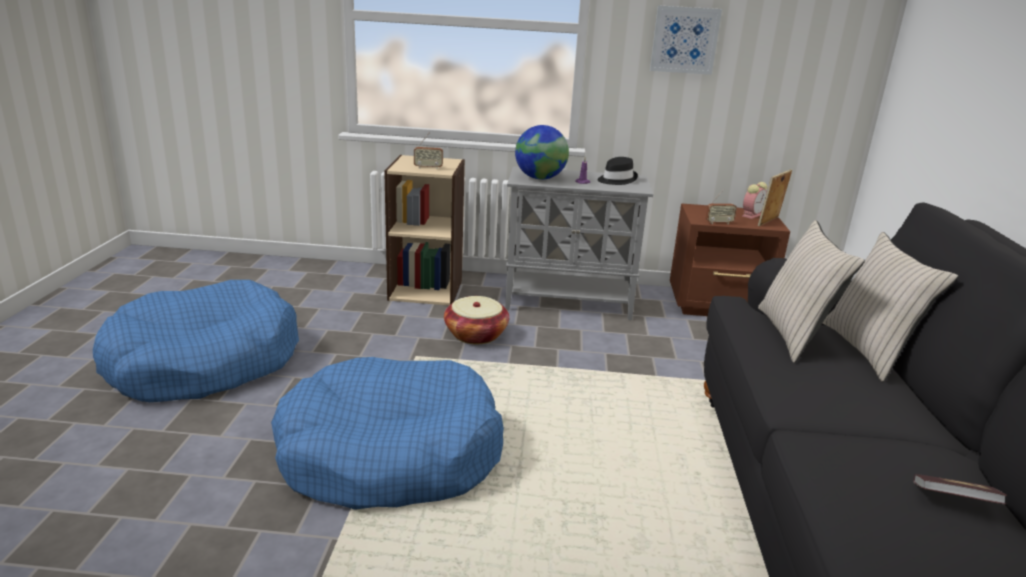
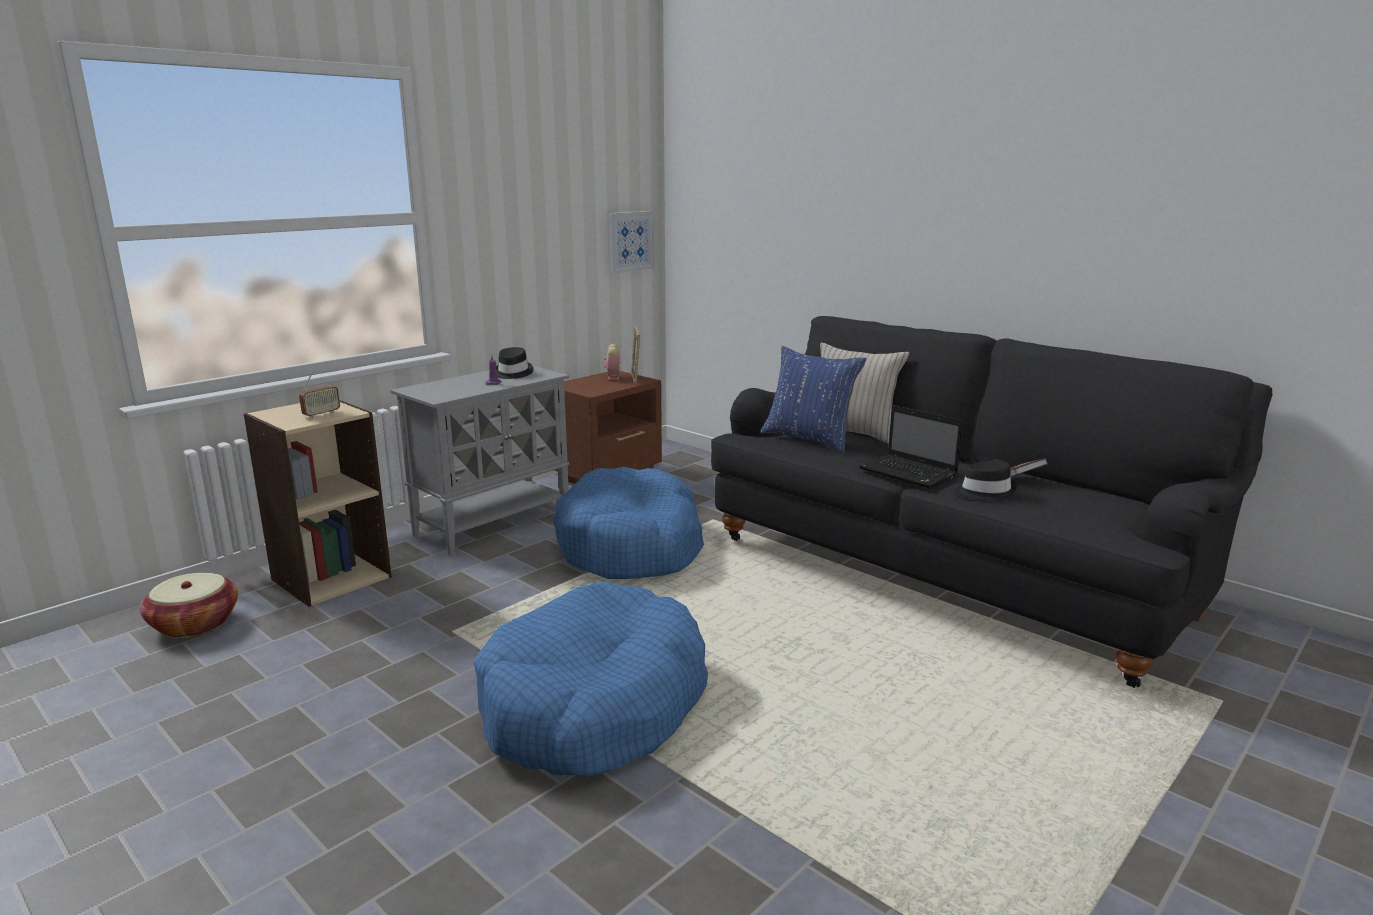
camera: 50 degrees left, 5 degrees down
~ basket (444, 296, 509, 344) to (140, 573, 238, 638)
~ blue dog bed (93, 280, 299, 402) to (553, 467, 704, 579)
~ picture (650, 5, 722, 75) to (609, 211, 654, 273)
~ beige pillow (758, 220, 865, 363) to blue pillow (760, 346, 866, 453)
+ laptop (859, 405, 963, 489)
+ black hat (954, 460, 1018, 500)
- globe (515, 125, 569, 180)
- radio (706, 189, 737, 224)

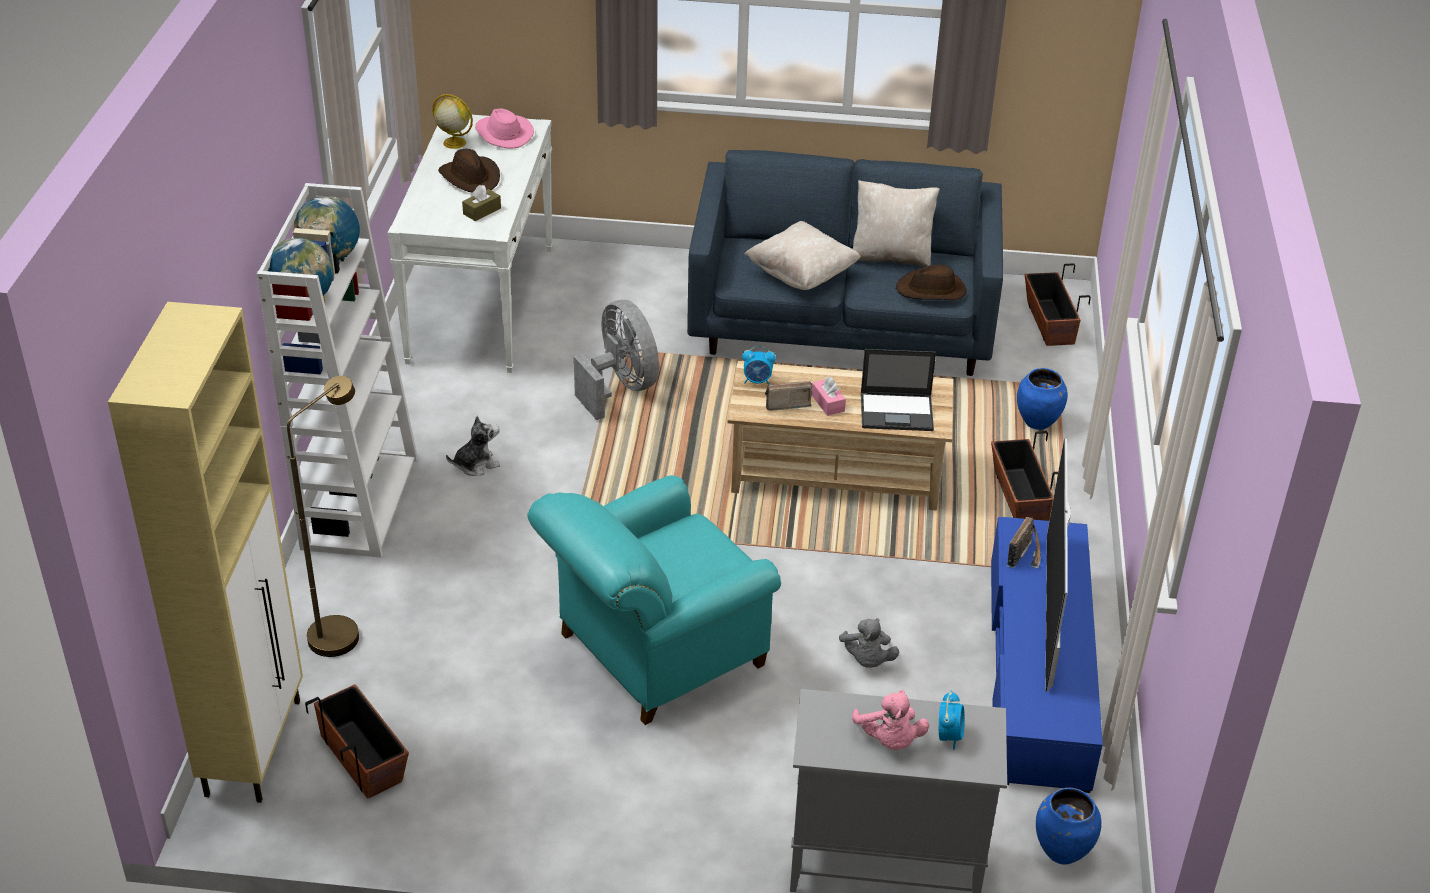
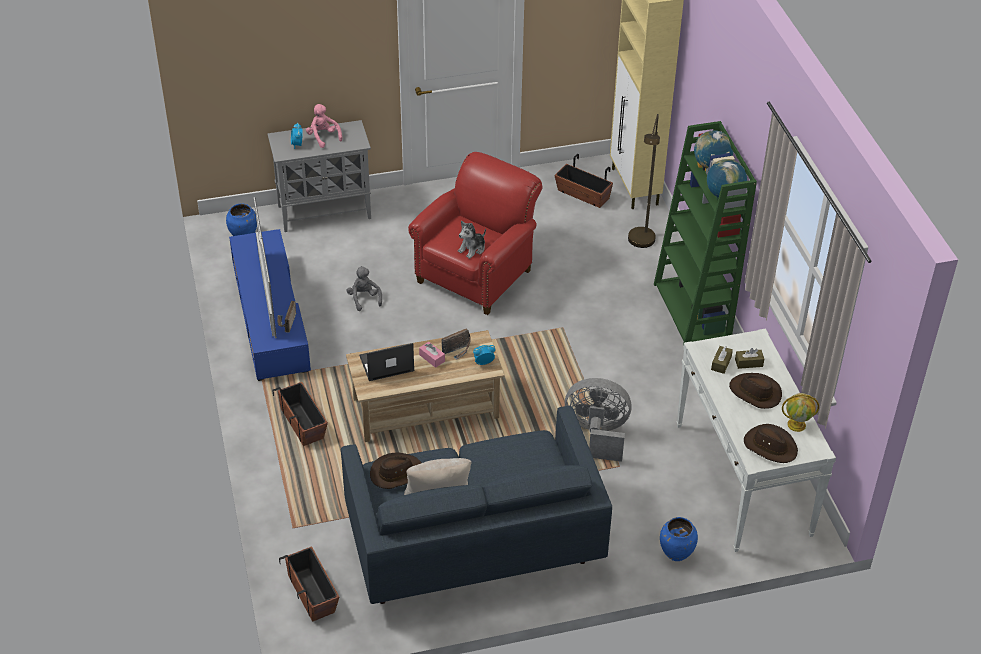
camera: 160 degrees right, 5 degrees up
~ turquoise armchair (527, 475, 781, 725) to red armchair (408, 152, 542, 315)
~ plush toy (446, 416, 500, 476) to (458, 221, 486, 259)
~ grey fan (574, 300, 659, 420) = (565, 378, 632, 462) 150 degrees clockwise
~ white bookcase (257, 183, 418, 558) to green bookcase (654, 121, 757, 346)
~ blue vase (1017, 368, 1068, 430) to (660, 517, 698, 561)
+ brown tissue box (735, 348, 764, 369)
~ pink hat (475, 108, 534, 149) to brown hat (744, 424, 798, 463)
- beige pillow (744, 221, 861, 290)

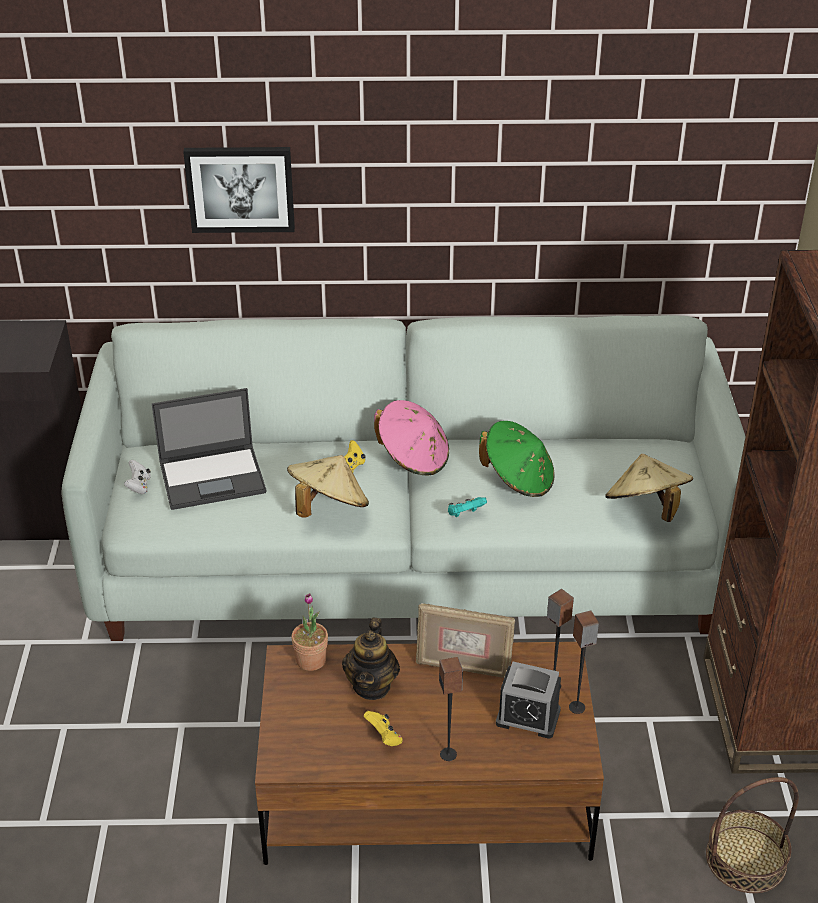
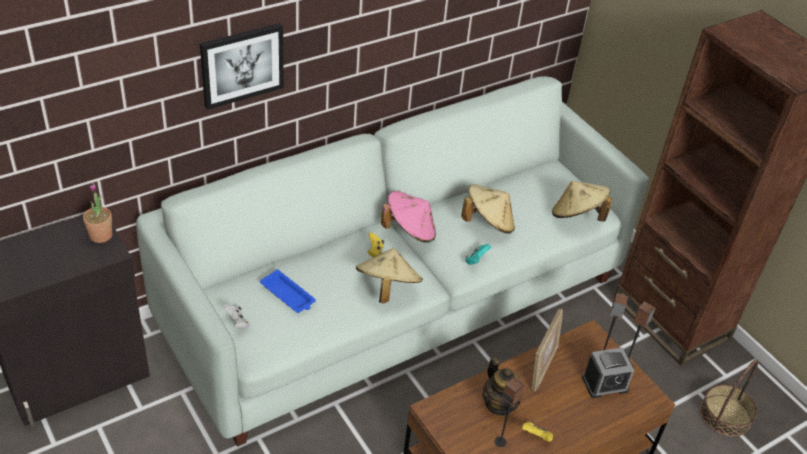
camera: 35 degrees left, 5 degrees up
~ potted plant (291, 593, 328, 671) to (83, 182, 112, 243)
~ laptop (152, 388, 267, 510) to blue tray (260, 269, 316, 313)
~ green hat (479, 421, 555, 497) to beige hat (461, 184, 515, 234)
~ speaker (439, 657, 463, 761) to (495, 377, 525, 447)
~ picture frame (416, 603, 515, 678) = (532, 308, 563, 392) 45 degrees counterclockwise

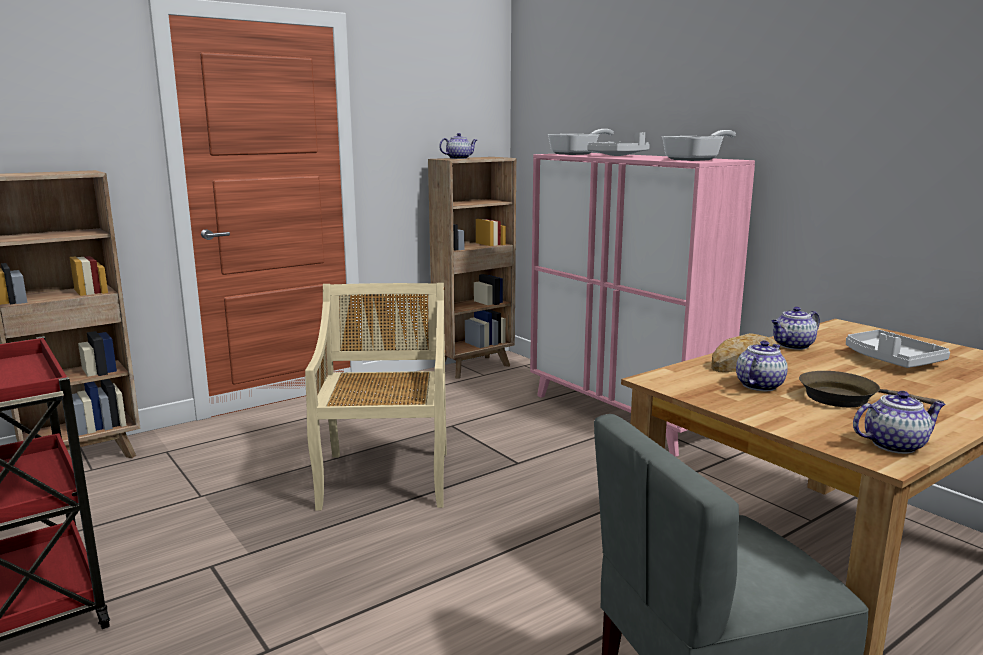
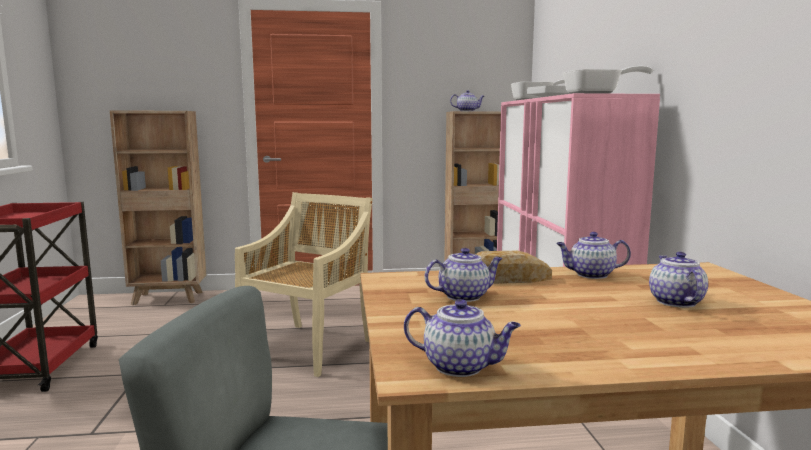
camera: 30 degrees right, 5 degrees down
~ grey tray (846, 330, 950, 368) to teapot (649, 252, 708, 308)
- brown frying pan (799, 371, 944, 407)

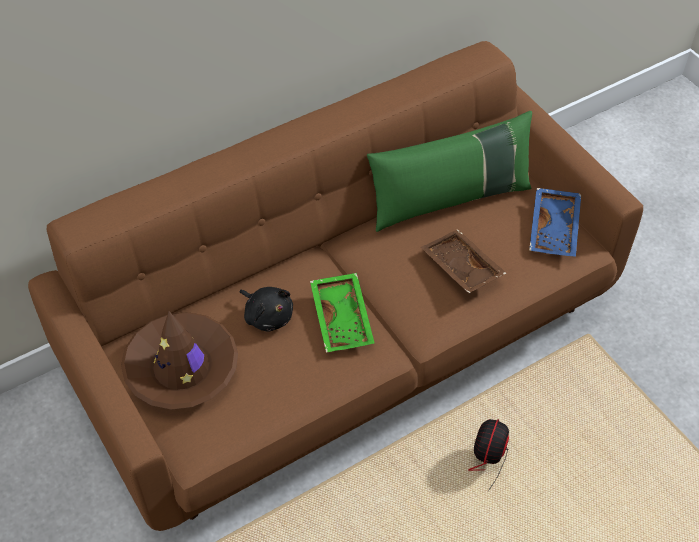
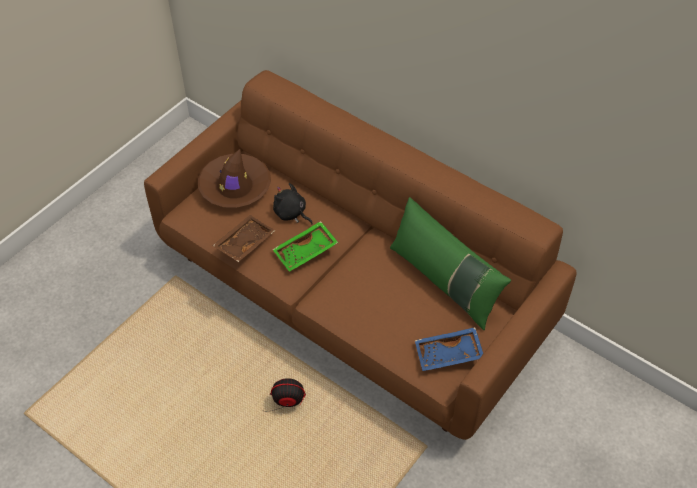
camera: 70 degrees right, 0 degrees up
~ brown tray (421, 229, 506, 293) to (212, 215, 275, 262)
~ black plush toy (240, 287, 293, 332) = (273, 183, 313, 224) 105 degrees clockwise

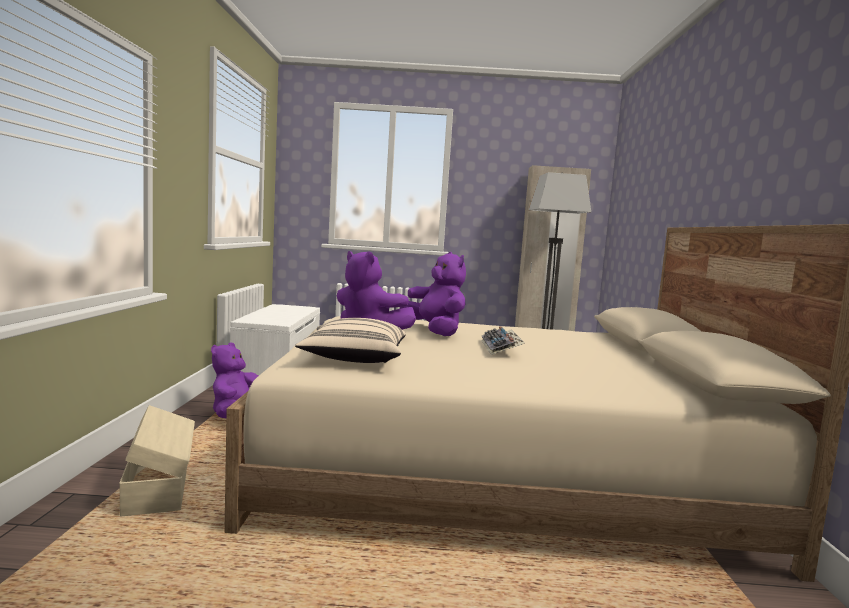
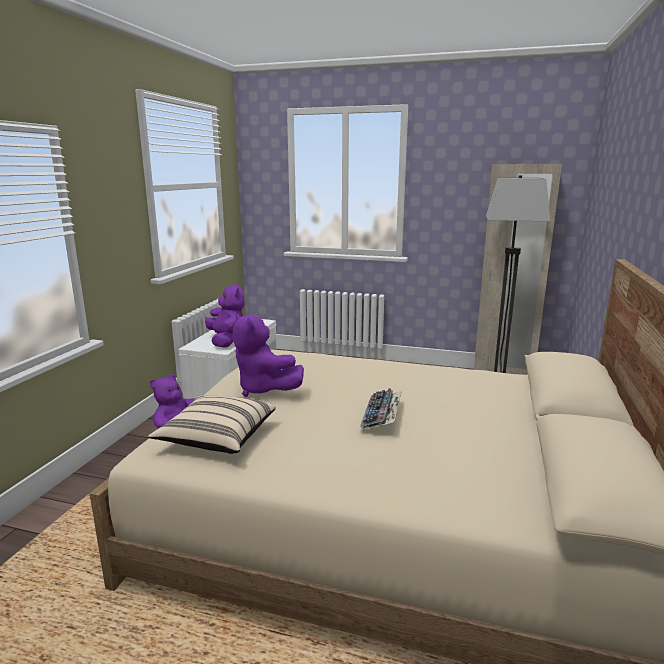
camera: 15 degrees right, 10 degrees up
~ purple plush toy (400, 252, 466, 336) to (205, 283, 245, 347)
- beige storage box (120, 405, 195, 516)

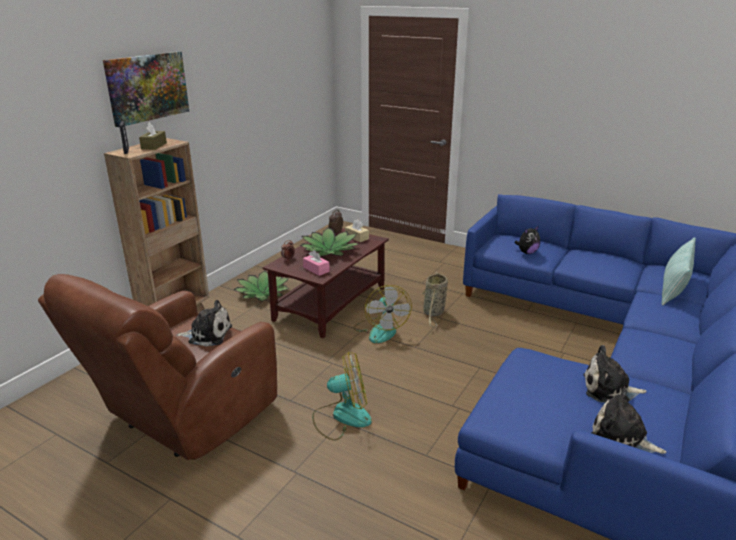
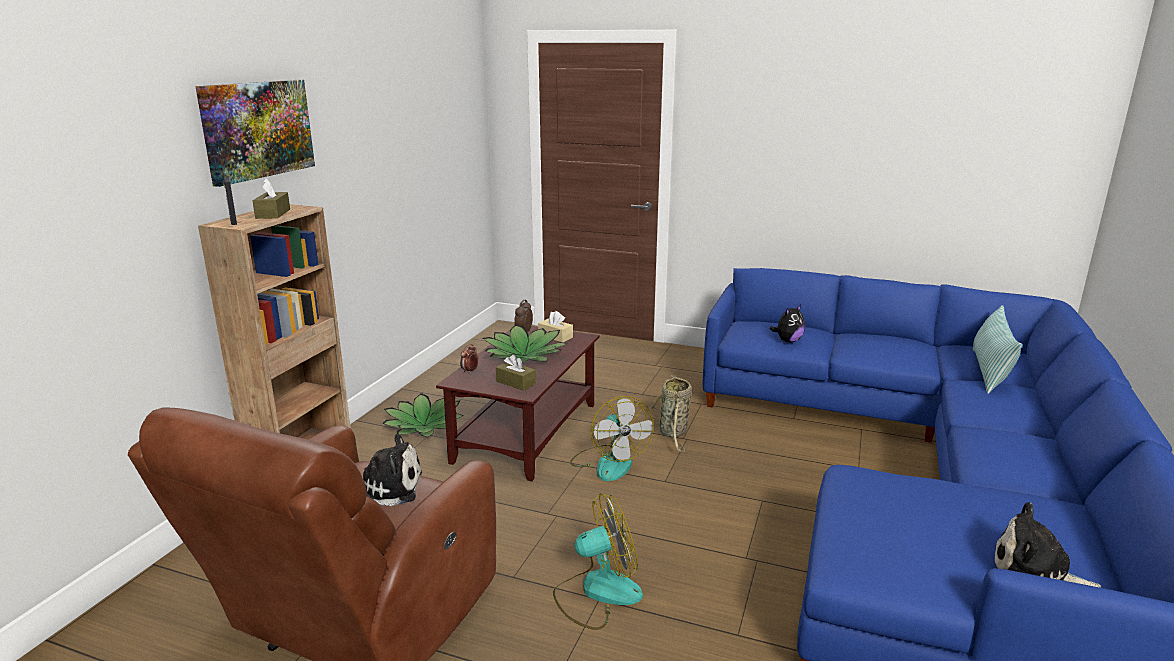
camera: 10 degrees left, 5 degrees down
~ pink tissue box (303, 250, 330, 276) to brown tissue box (496, 354, 536, 391)
- plush toy (583, 345, 647, 403)

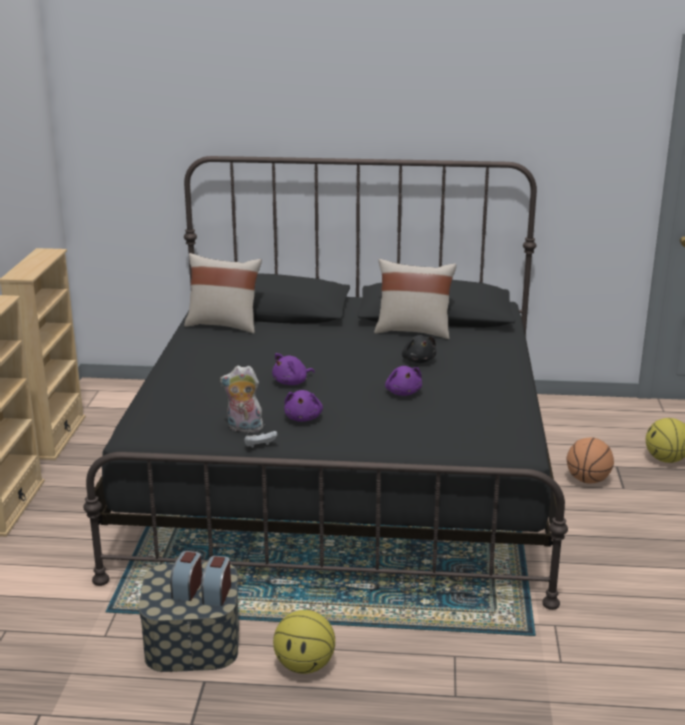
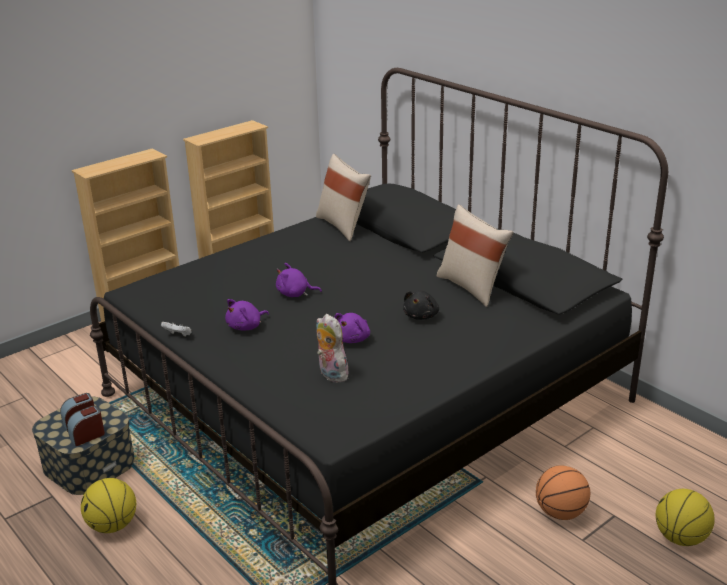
camera: 45 degrees right, 5 degrees up
~ plush toy (220, 366, 263, 433) to (316, 314, 349, 383)

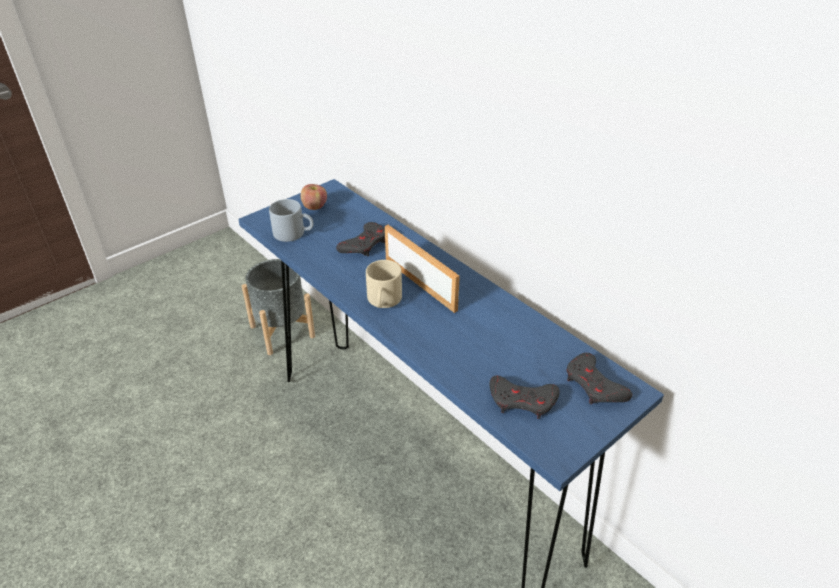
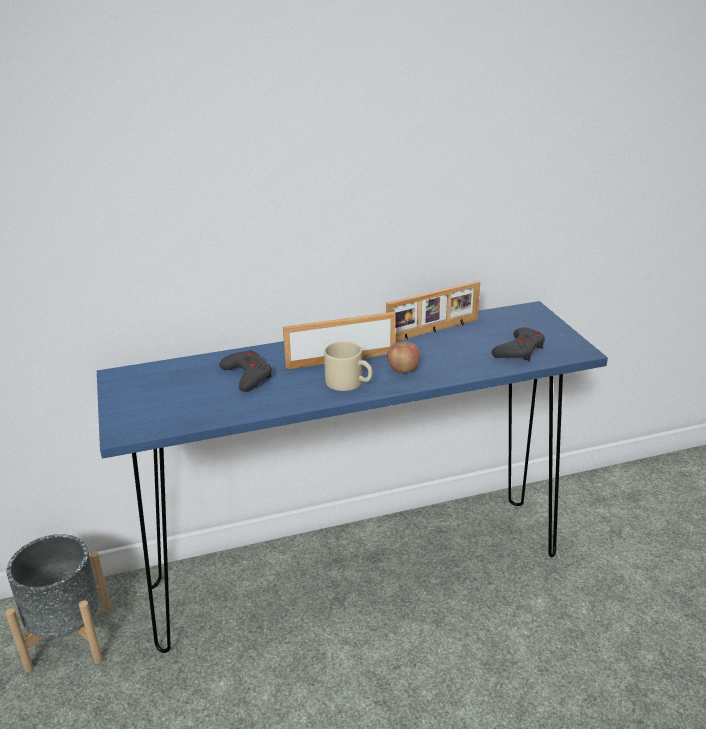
camera: 65 degrees left, 10 degrees down
+ picture frame (386, 281, 480, 342)
~ apple (300, 184, 327, 210) to (387, 341, 420, 373)
- grey mug (269, 199, 313, 242)
- grey game controller (567, 353, 632, 404)

